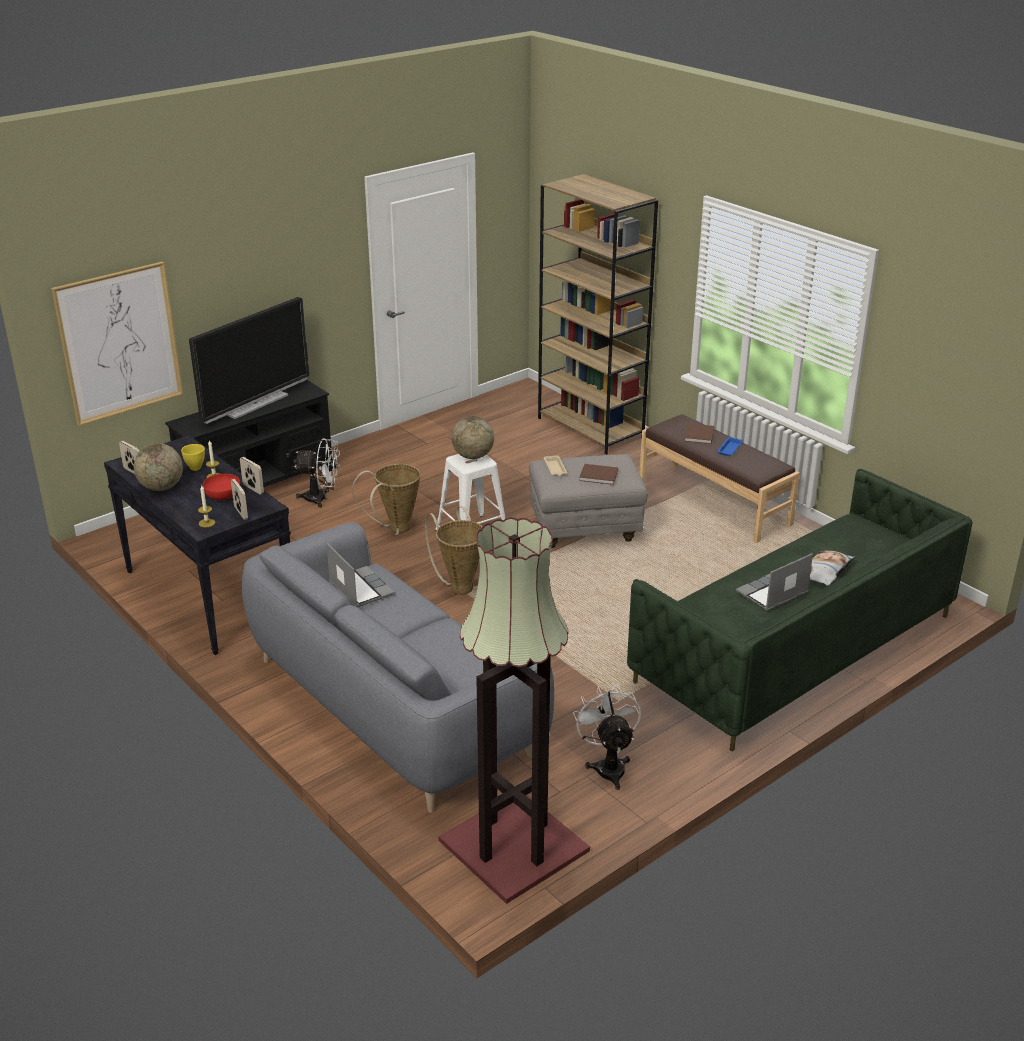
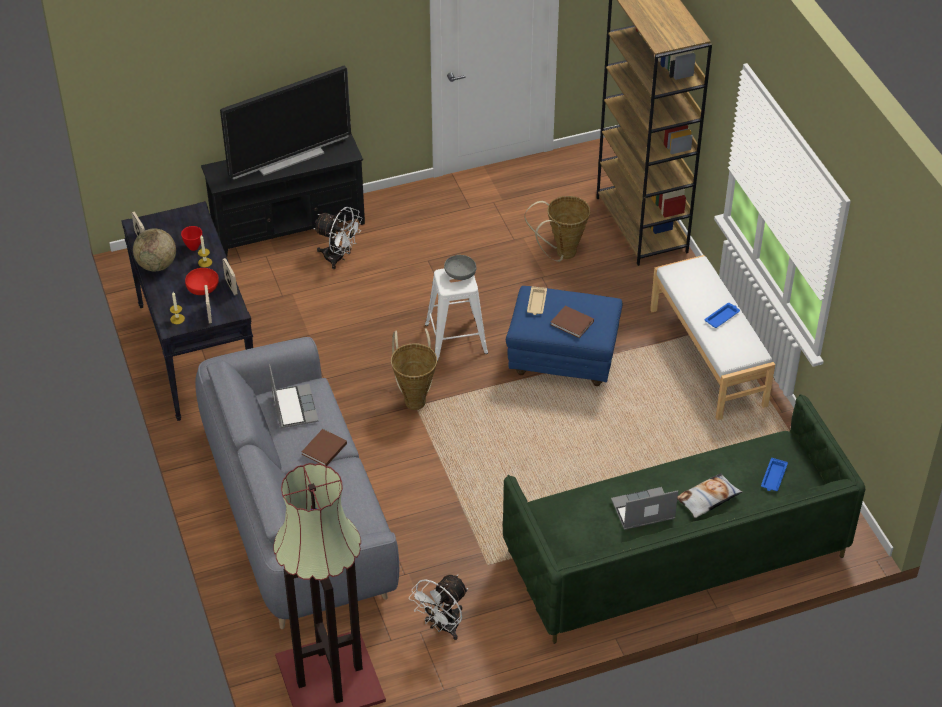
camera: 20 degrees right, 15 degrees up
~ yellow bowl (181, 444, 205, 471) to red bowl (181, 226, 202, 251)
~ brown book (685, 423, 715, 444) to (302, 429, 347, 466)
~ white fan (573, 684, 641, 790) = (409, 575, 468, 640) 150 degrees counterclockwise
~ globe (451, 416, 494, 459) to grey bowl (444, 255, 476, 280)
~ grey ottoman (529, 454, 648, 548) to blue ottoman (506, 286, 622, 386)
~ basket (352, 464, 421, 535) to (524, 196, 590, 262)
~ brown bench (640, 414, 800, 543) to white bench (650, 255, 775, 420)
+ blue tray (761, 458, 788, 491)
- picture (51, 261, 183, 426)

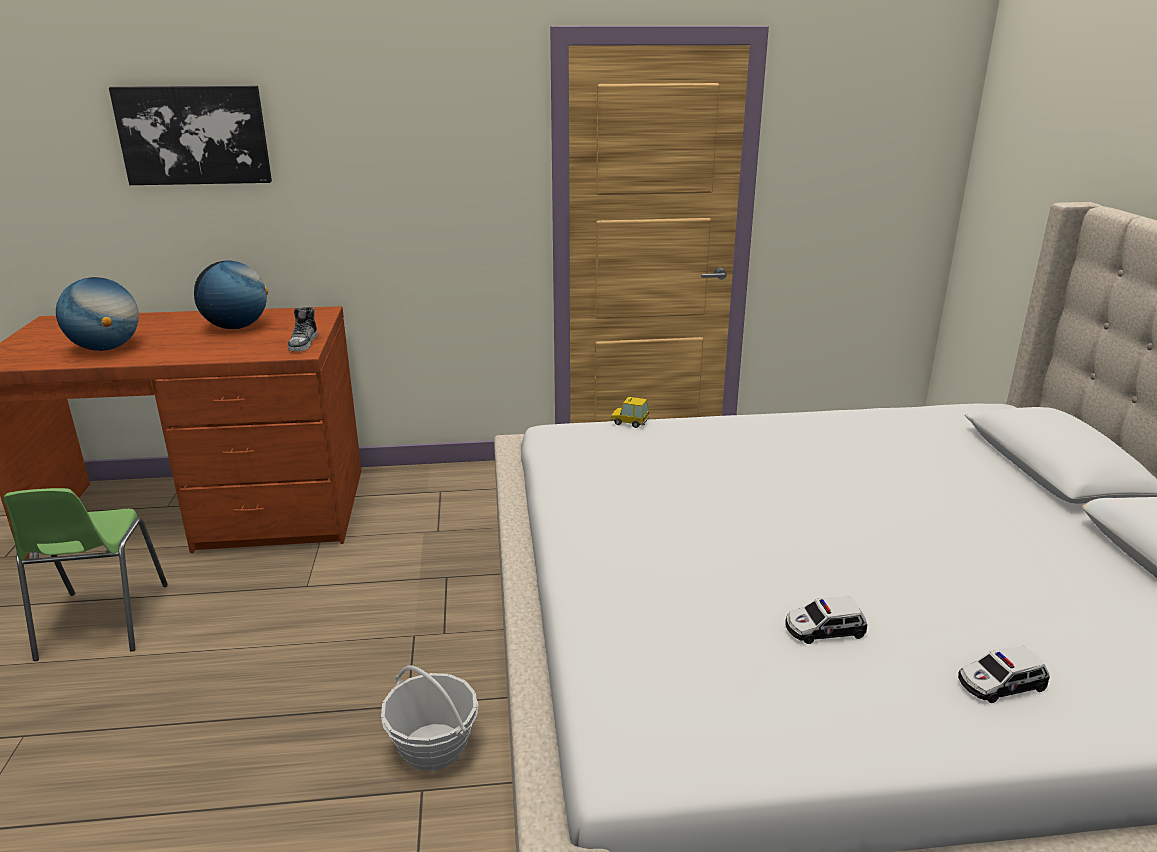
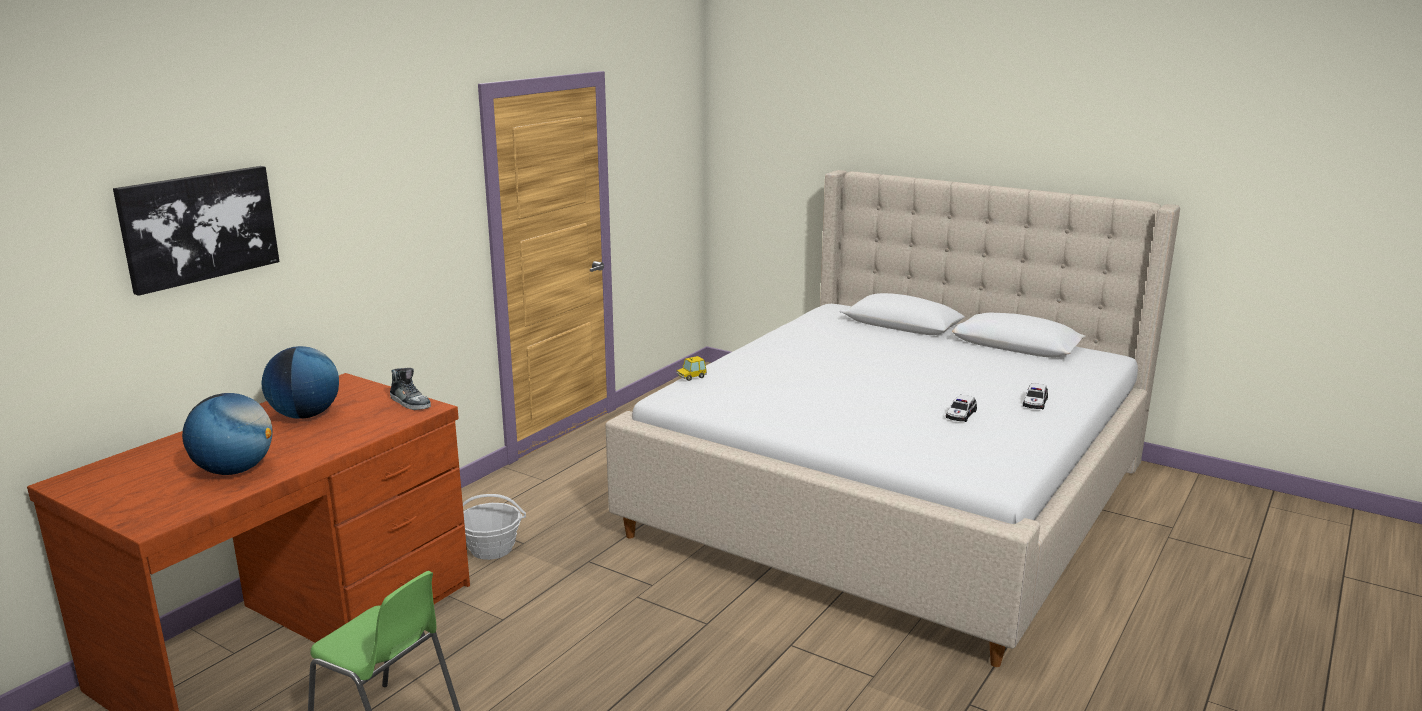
camera: 50 degrees left, 5 degrees down
~ basket (381, 666, 479, 771) to (463, 494, 526, 560)

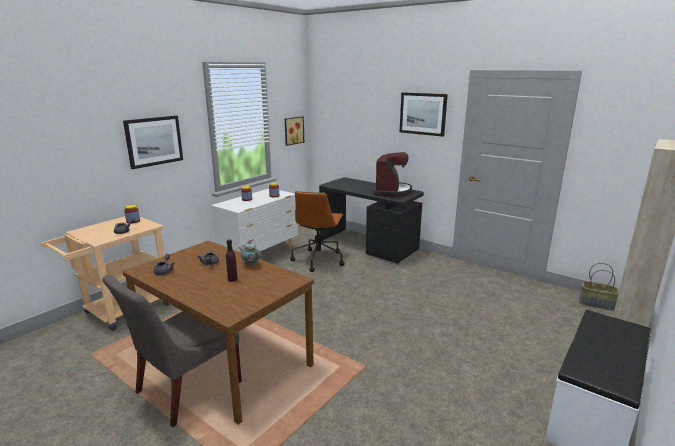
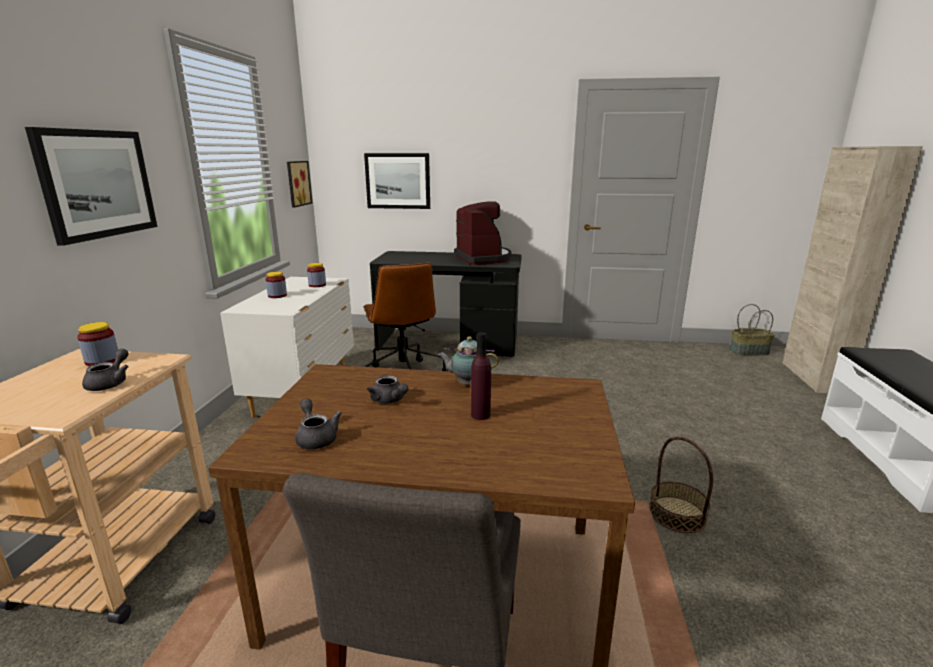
camera: 30 degrees left, 0 degrees up
~ picture (400, 92, 448, 137) to (364, 153, 430, 209)
+ basket (649, 436, 713, 533)

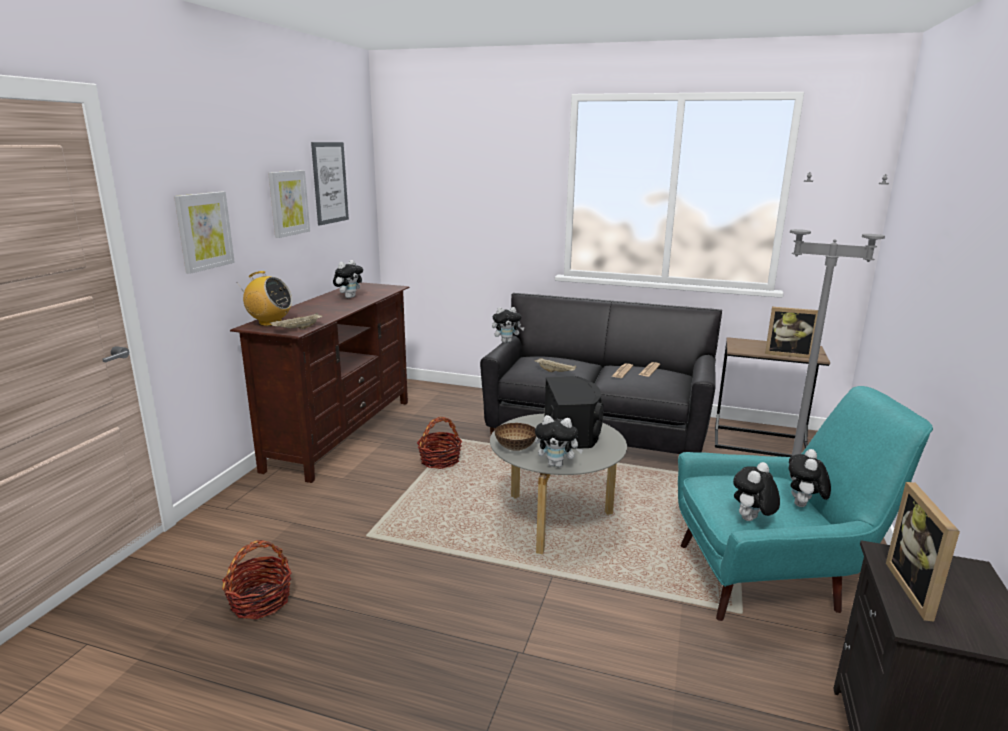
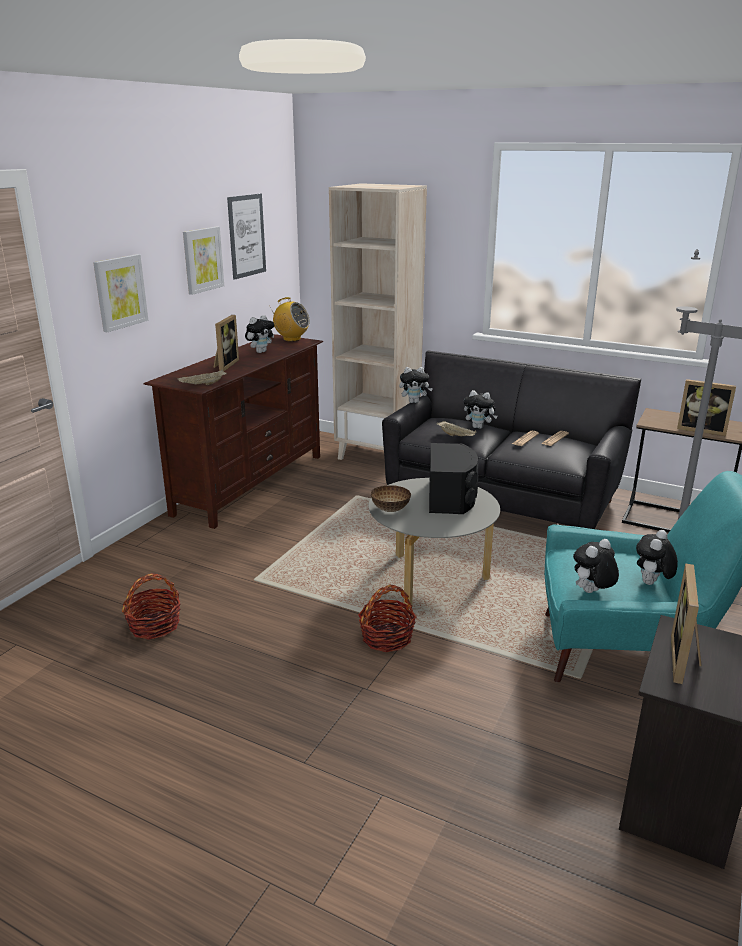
camera: 10 degrees right, 5 degrees up
+ picture frame (214, 315, 239, 371)
~ radio (236, 271, 292, 326) to (269, 297, 310, 341)
+ beige bookcase (329, 183, 427, 460)
~ basket (417, 417, 462, 469) to (358, 585, 416, 652)
~ plush toy (535, 415, 583, 467) to (464, 390, 498, 429)

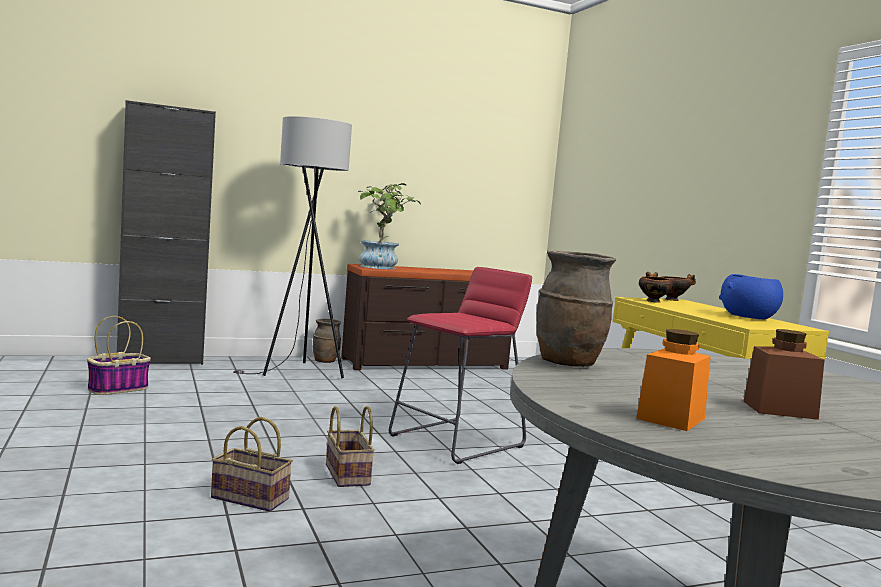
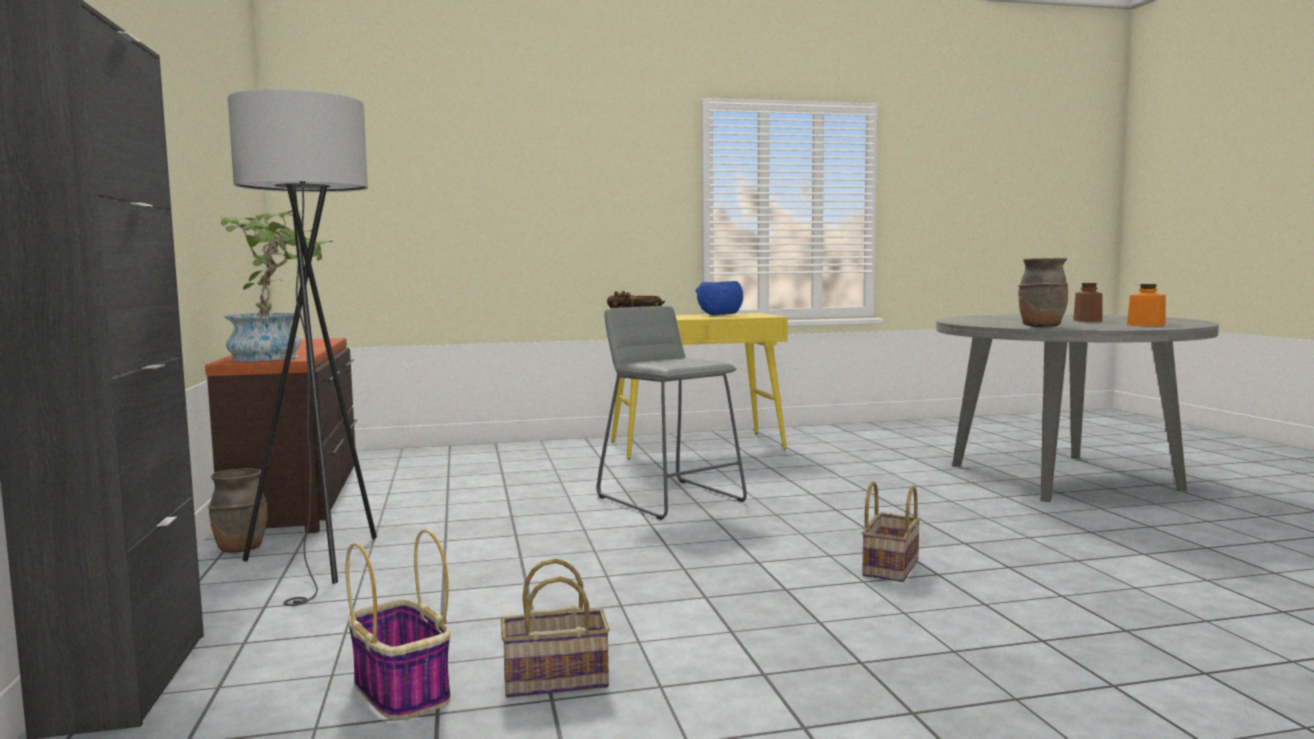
camera: 80 degrees left, 0 degrees up
~ basket (326, 406, 375, 487) to (501, 559, 610, 698)
~ red stool (389, 267, 532, 464) to grey stool (597, 306, 747, 520)

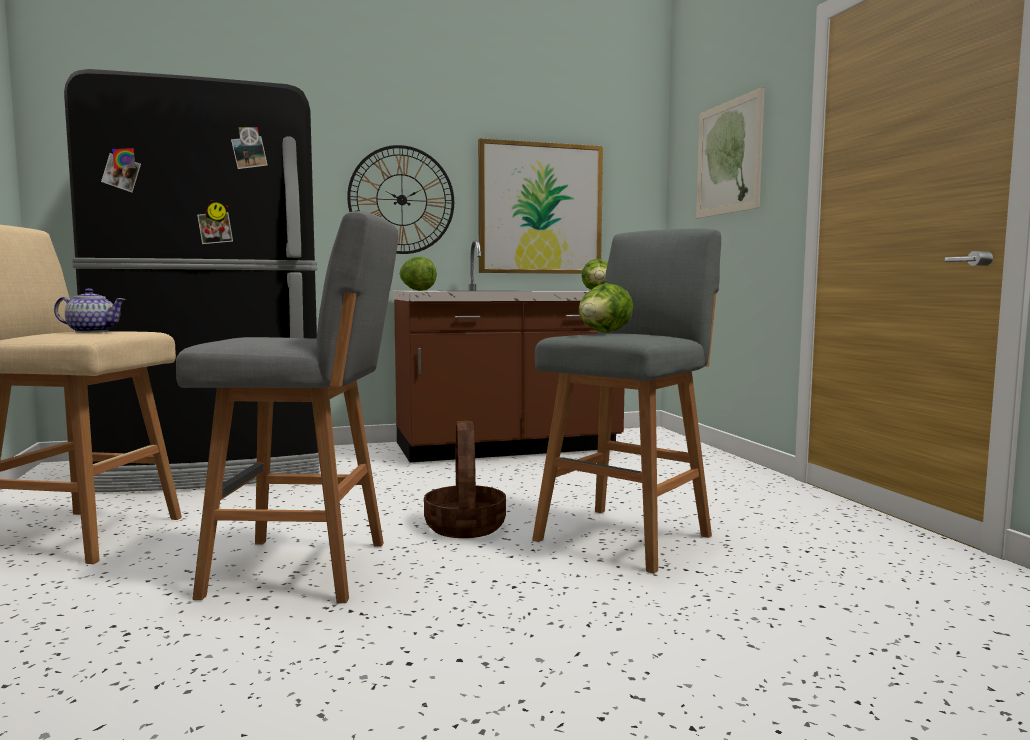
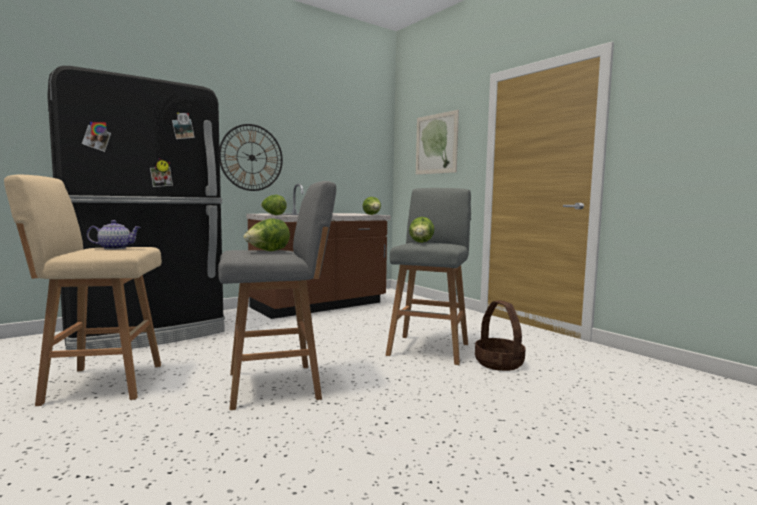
camera: 20 degrees left, 0 degrees up
+ lettuce (243, 218, 290, 251)
~ basket (424, 421, 506, 538) to (475, 300, 526, 371)
- picture (478, 138, 603, 274)

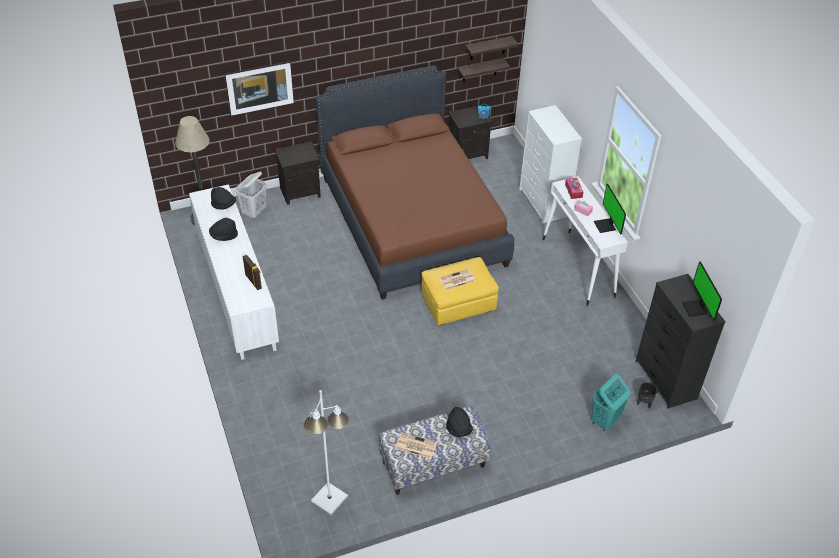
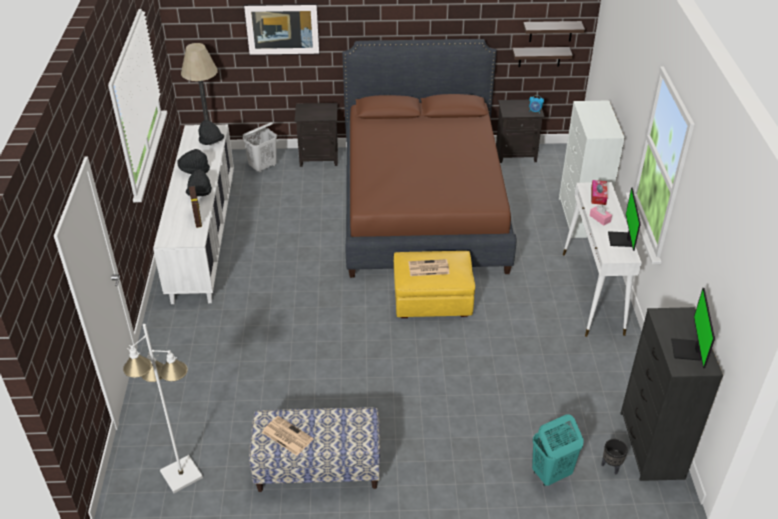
camera: 20 degrees right, 5 degrees down
~ black hat (446, 407, 473, 437) to (186, 170, 212, 196)

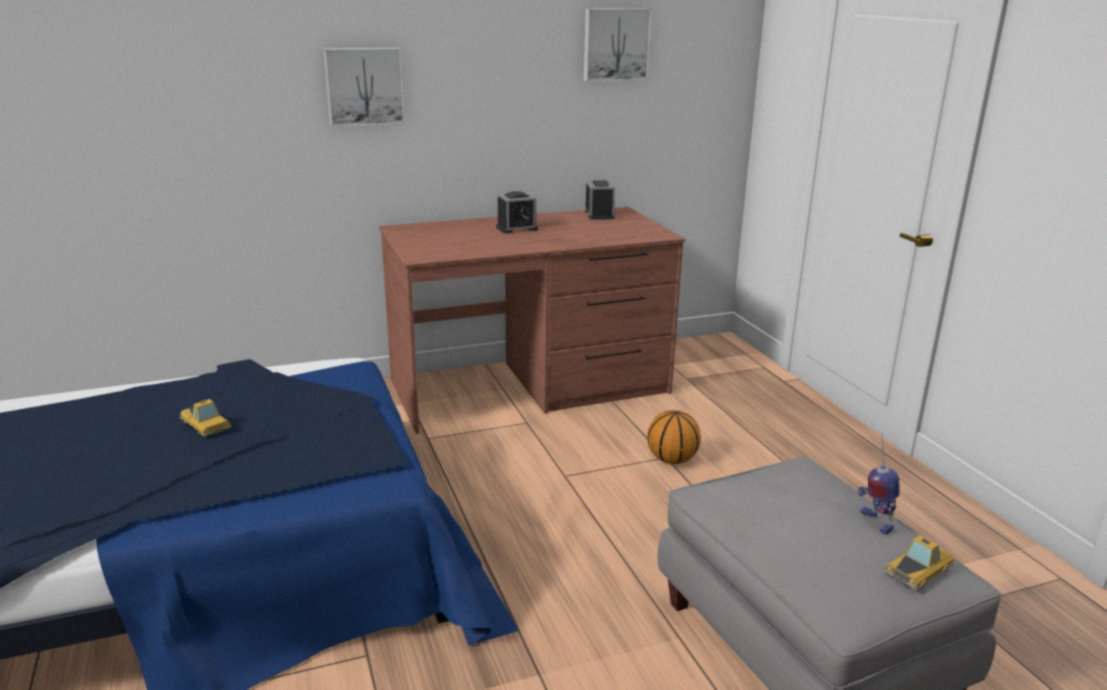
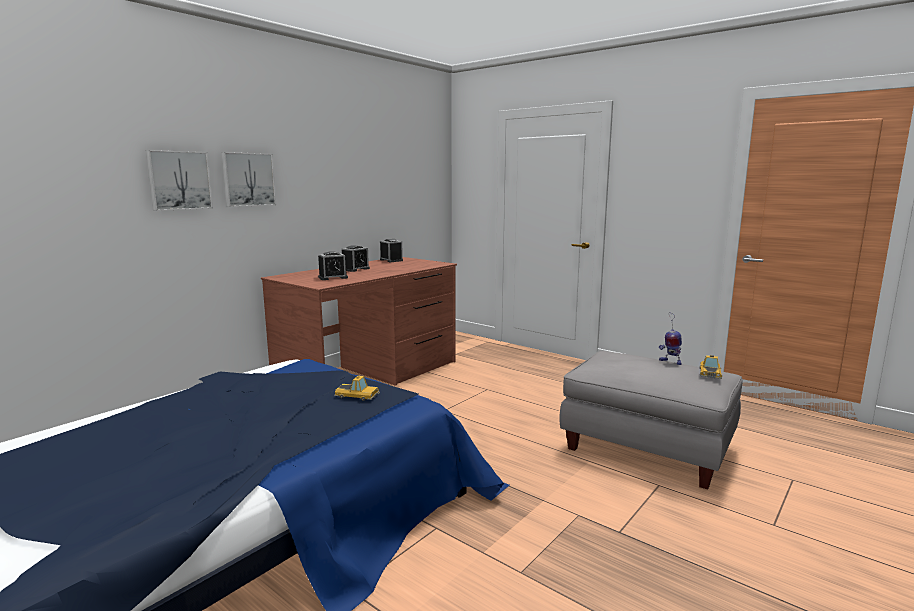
camera: 30 degrees left, 10 degrees down
~ picture (584, 8, 652, 82) to (146, 150, 213, 211)
+ alarm clock (318, 251, 348, 280)
~ toy car (180, 399, 232, 437) to (334, 376, 380, 401)
- basketball (647, 410, 701, 464)

